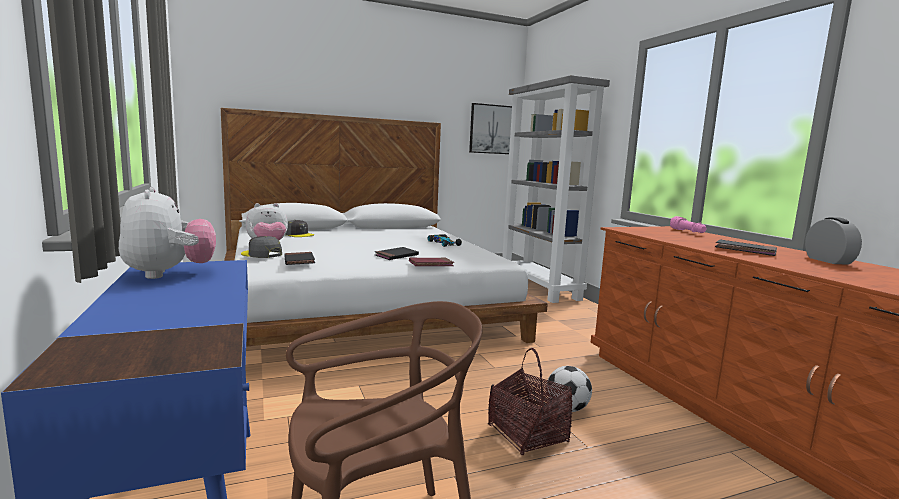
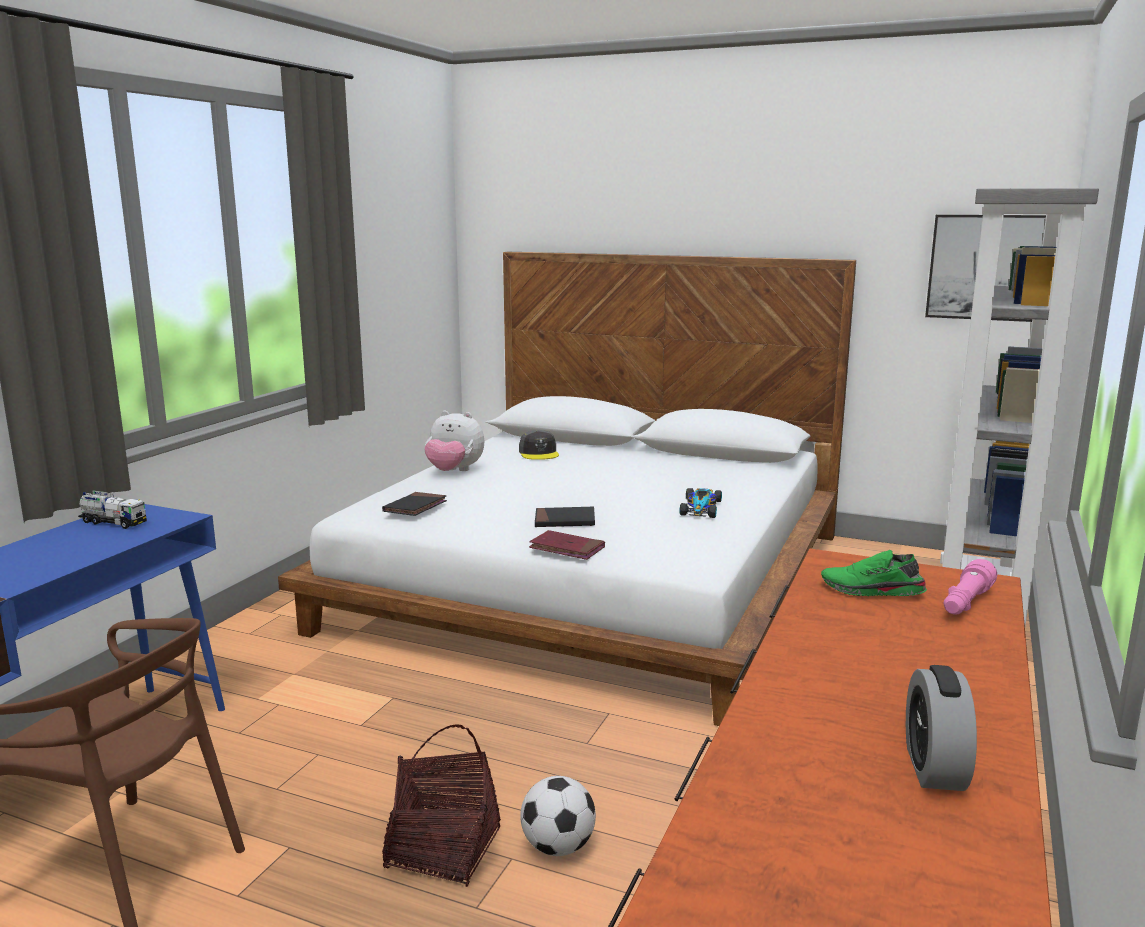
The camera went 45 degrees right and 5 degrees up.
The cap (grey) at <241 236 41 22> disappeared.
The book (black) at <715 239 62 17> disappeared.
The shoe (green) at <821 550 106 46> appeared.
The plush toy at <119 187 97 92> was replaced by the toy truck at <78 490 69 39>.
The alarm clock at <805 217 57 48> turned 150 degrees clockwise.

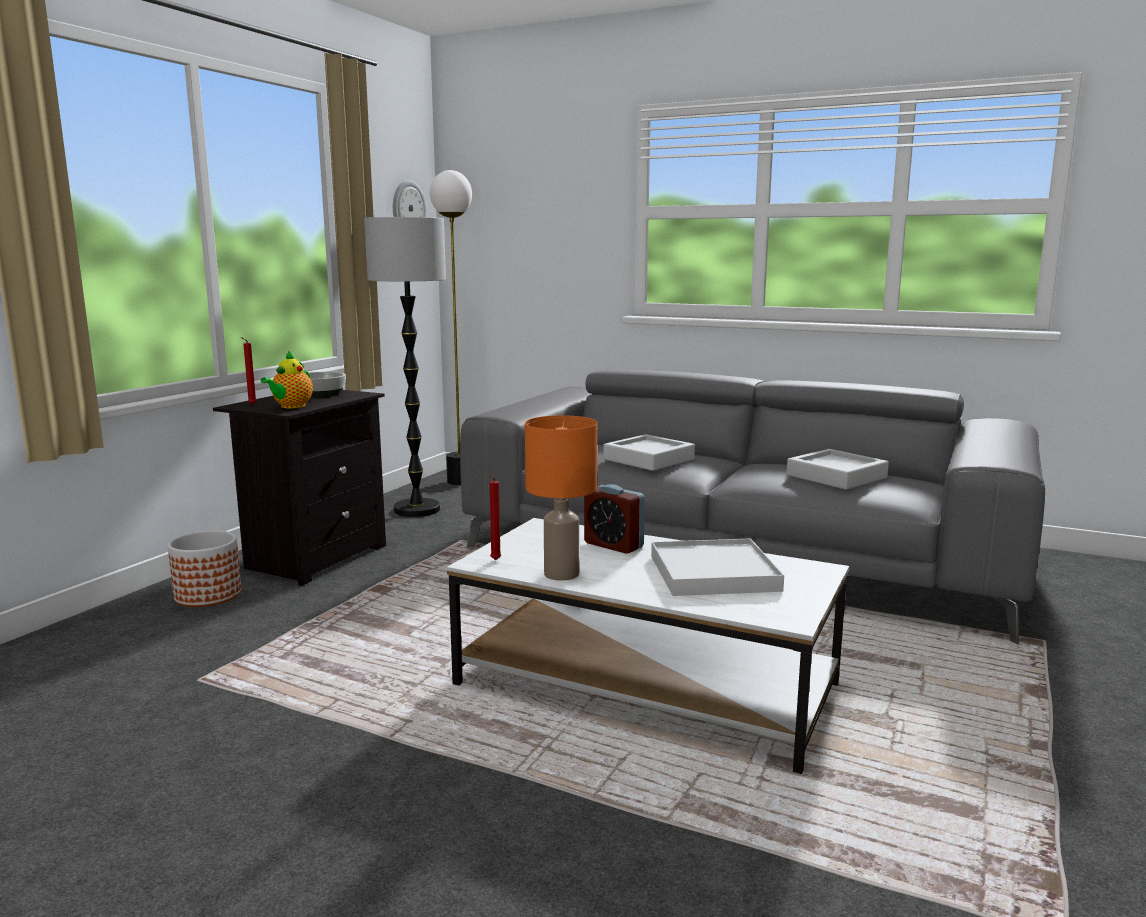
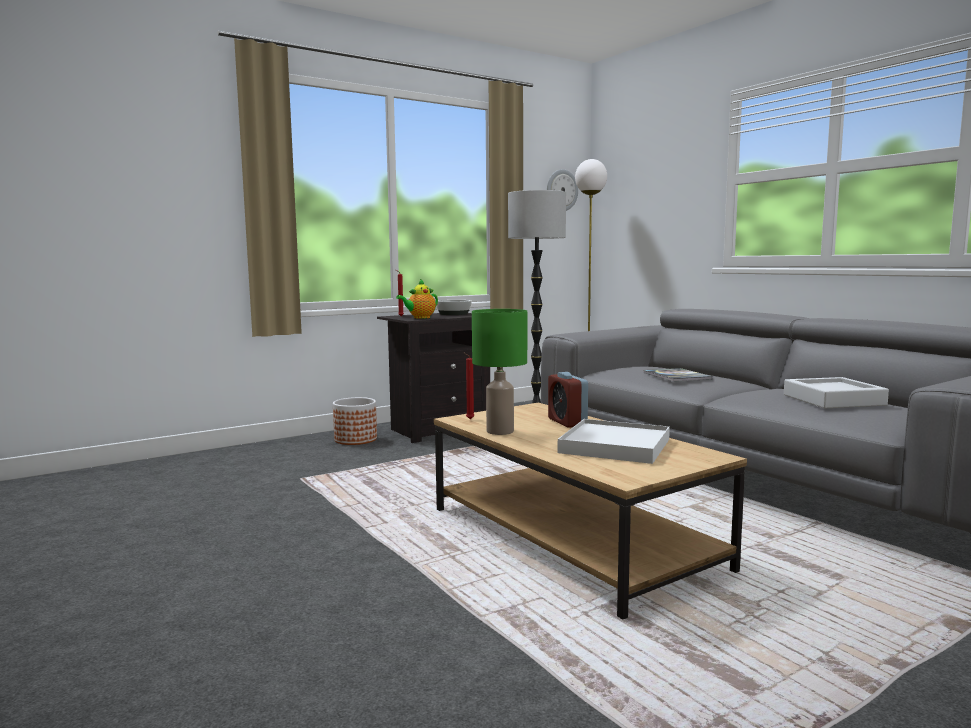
The camera went 30 degrees right and 5 degrees down.
The tray (grey) at <603 434 92 37> was replaced by the book at <644 368 69 14>.
The coffee table (white) at <447 518 402 256> became the coffee table (brown) at <434 403 313 217>.
The table lamp (orange) at <525 415 72 166> became the table lamp (green) at <472 309 55 126>.

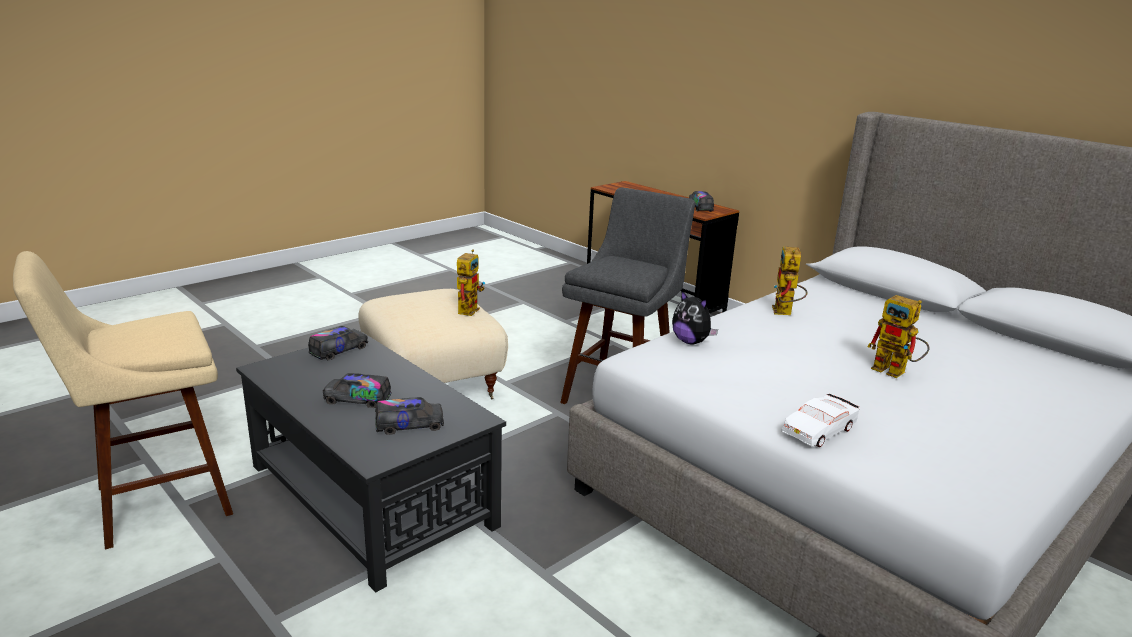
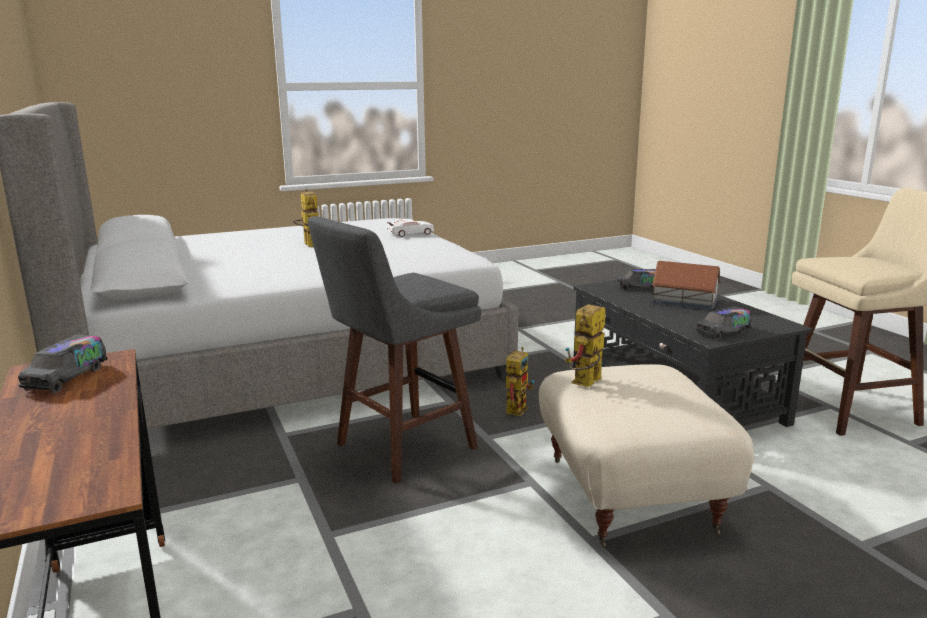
The camera went 160 degrees left and 5 degrees down.
The plush toy at <672 291 46 53> disappeared.
The toy robot moved from <772 246 36 69> to <506 347 28 69>.
The toy truck at <323 373 69 35> was replaced by the toy house at <652 261 69 49>.

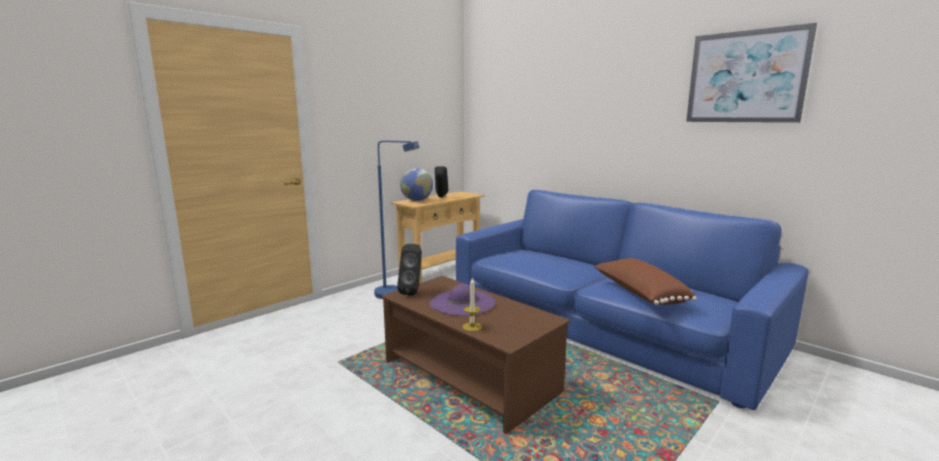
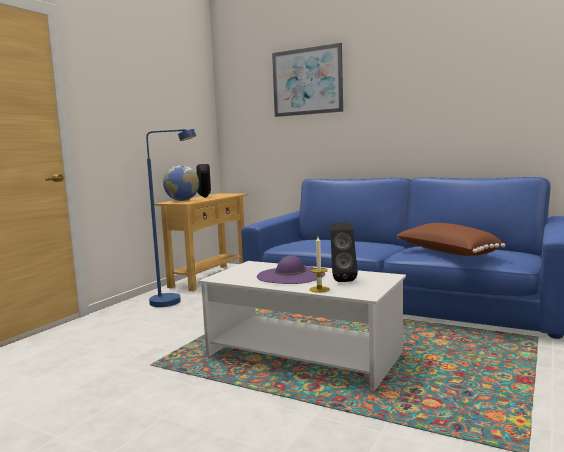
The camera went 15 degrees left and 5 degrees down.
The speaker (black) moved from <397 244 25 51> to <330 222 28 60>.
The picture moved from <686 23 131 100> to <272 43 71 74>.
The coffee table (brown) at <381 276 190 158> became the coffee table (white) at <199 261 207 130>.

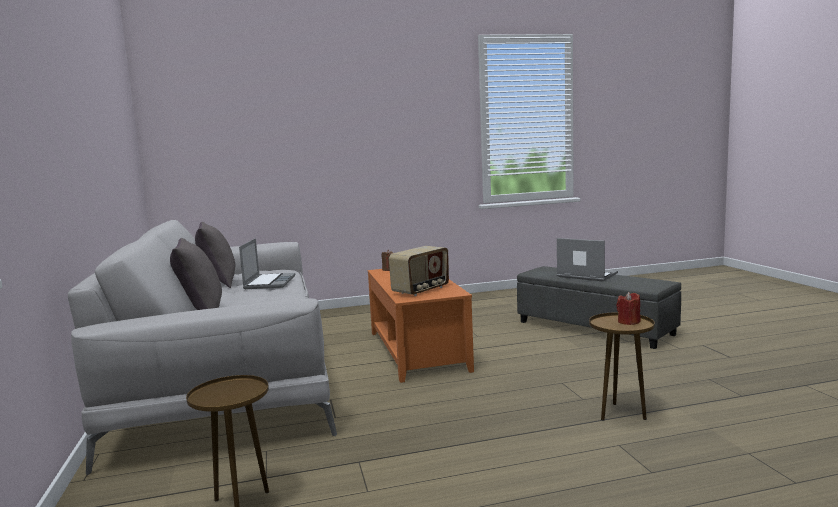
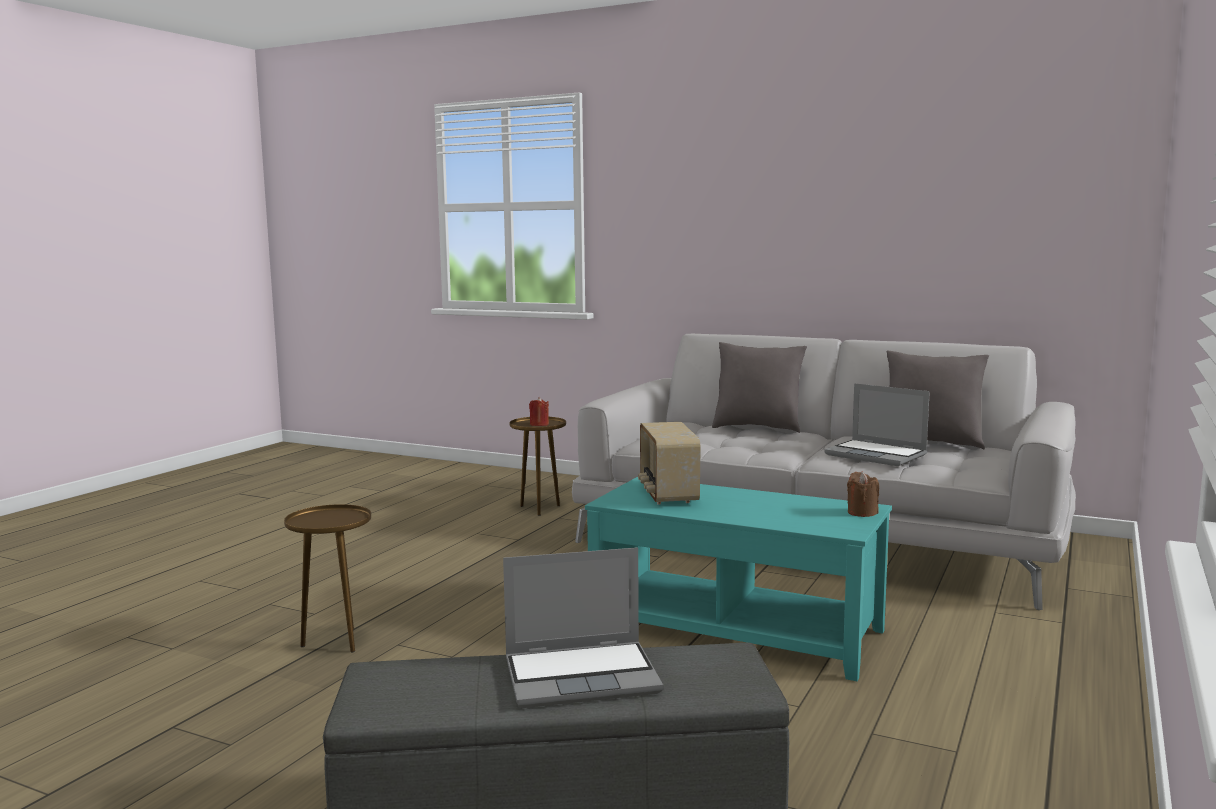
The camera went 130 degrees right and 0 degrees up.
The candle (red) moved from <616 292 25 33> to <529 397 20 29>.
The coffee table (orange) at <368 269 106 114> became the coffee table (turquoise) at <585 477 307 204>.

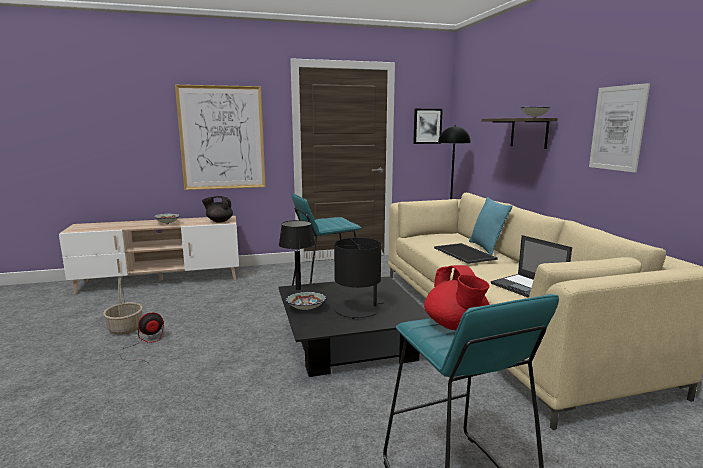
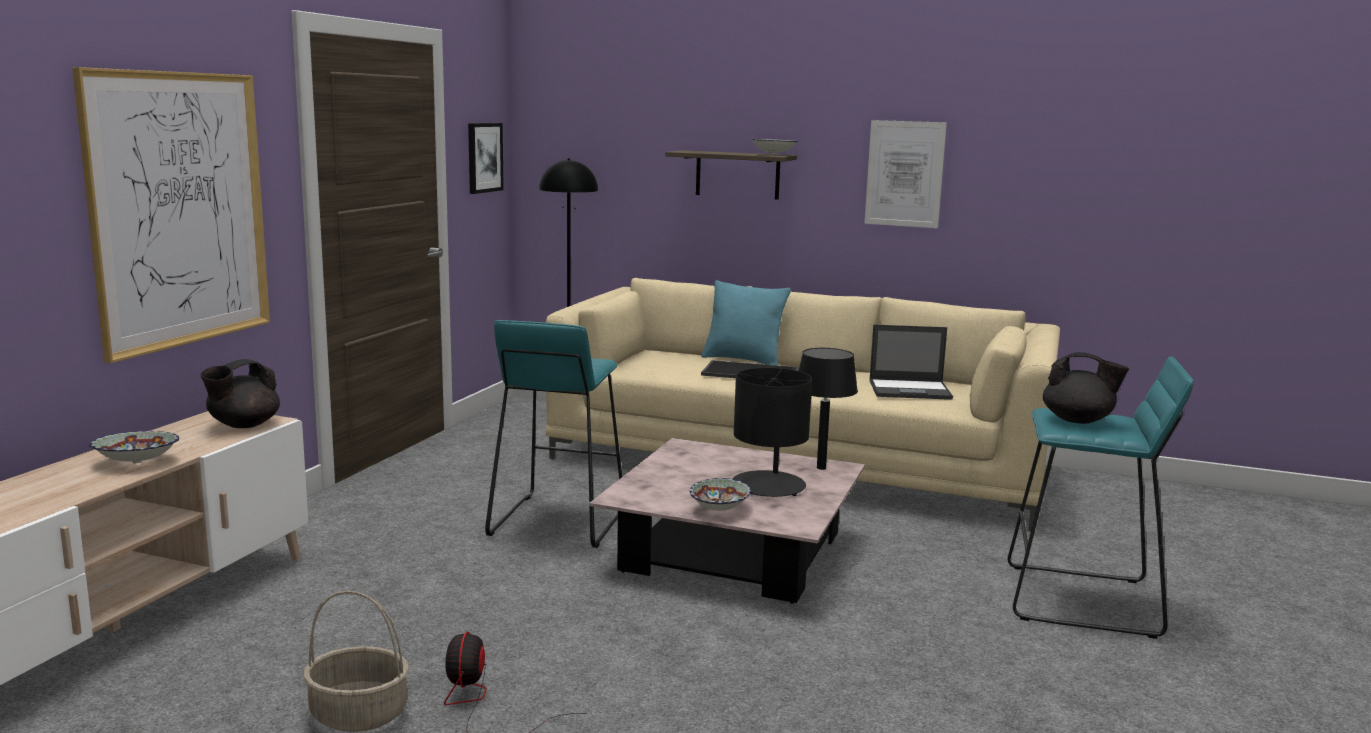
The camera went 55 degrees left and 0 degrees up.
The table lamp (black) moved from <279 220 36 70> to <799 348 59 122>.
The coffee table (black) at <278 276 153 101> became the coffee table (pink) at <589 438 276 166>.
The teapot (red) at <424 265 66 65> became the teapot (black) at <1043 352 86 72>.

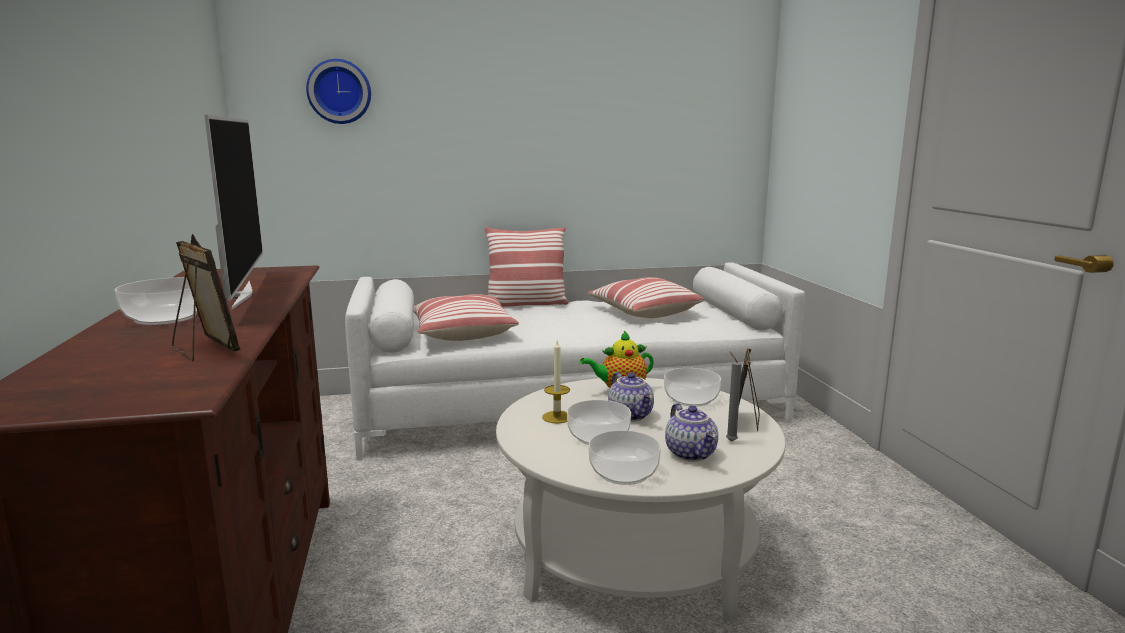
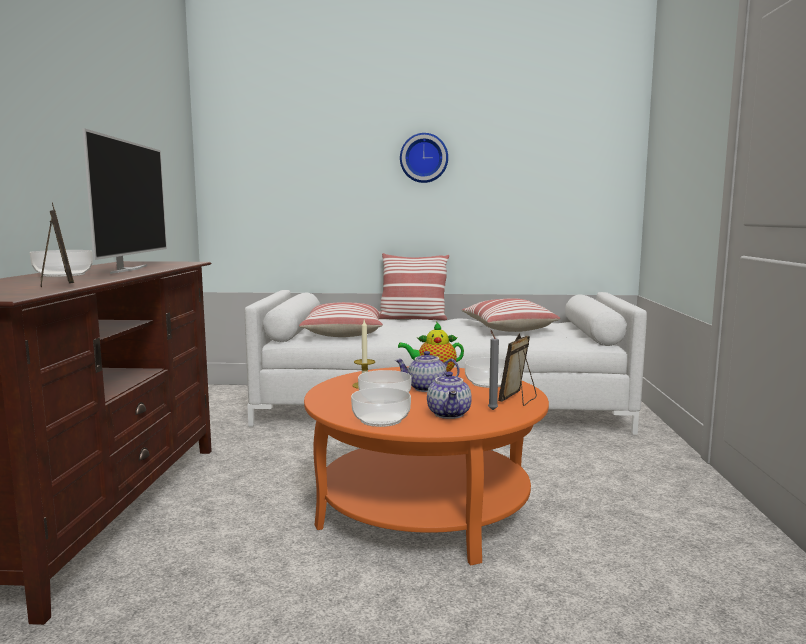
The camera went 15 degrees right and 5 degrees down.
The wall clock moved from <306 59 65 65> to <400 133 48 50>.
The coffee table (white) at <496 378 290 244> became the coffee table (orange) at <304 366 245 199>.
The teapot at <608 372 46 49> turned 105 degrees clockwise.

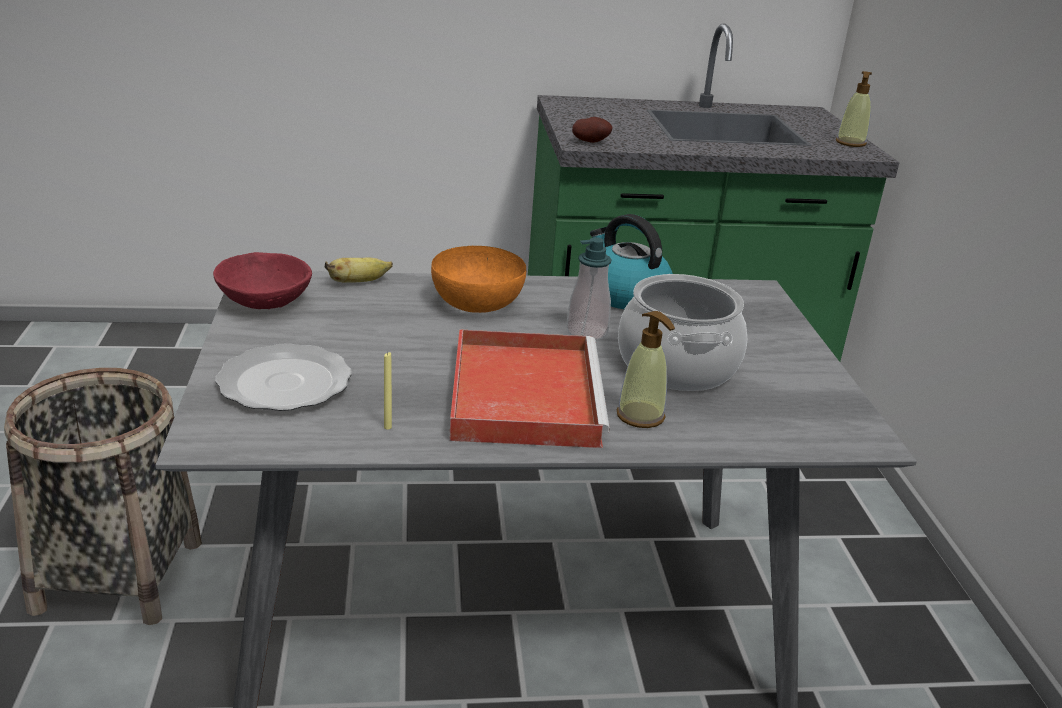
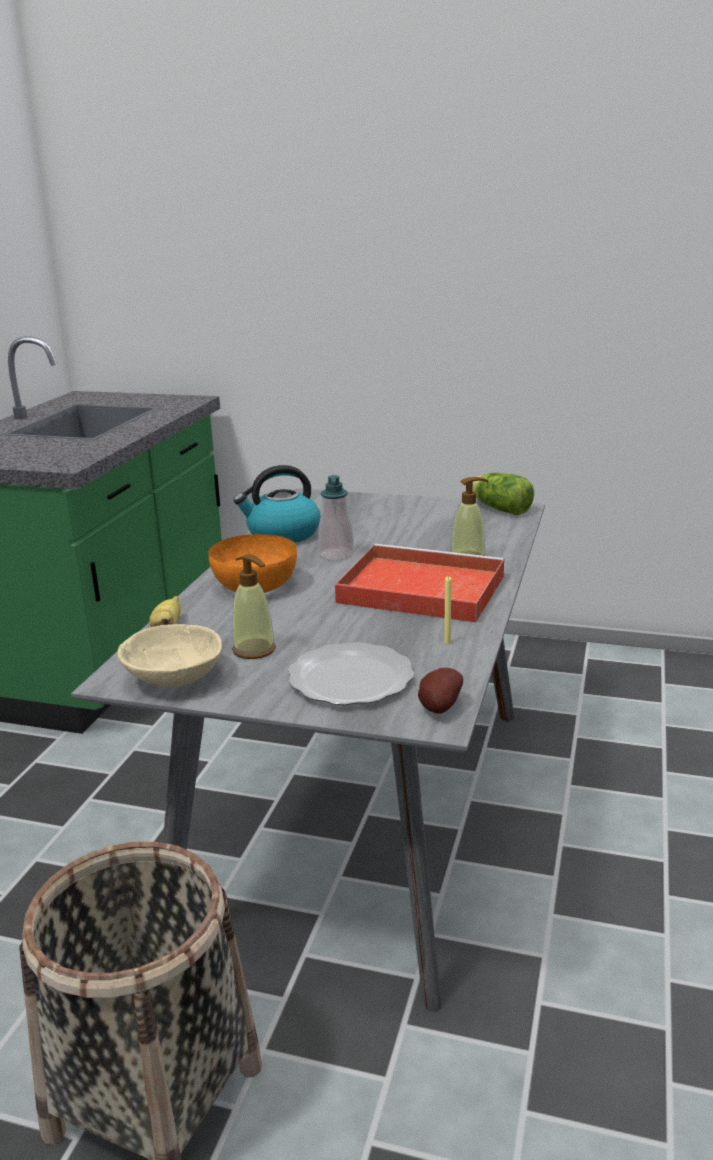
The camera went 65 degrees left and 5 degrees down.
The cooking pot at <618 274 129 117> disappeared.
The lettuce at <473 473 61 42> appeared.
The potato moved from <572 117 41 26> to <418 668 45 46>.
The soap dispenser moved from <836 71 36 76> to <232 554 44 105>.
The bowl (red) at <213 252 99 57> became the bowl (beige) at <118 624 104 64>.

